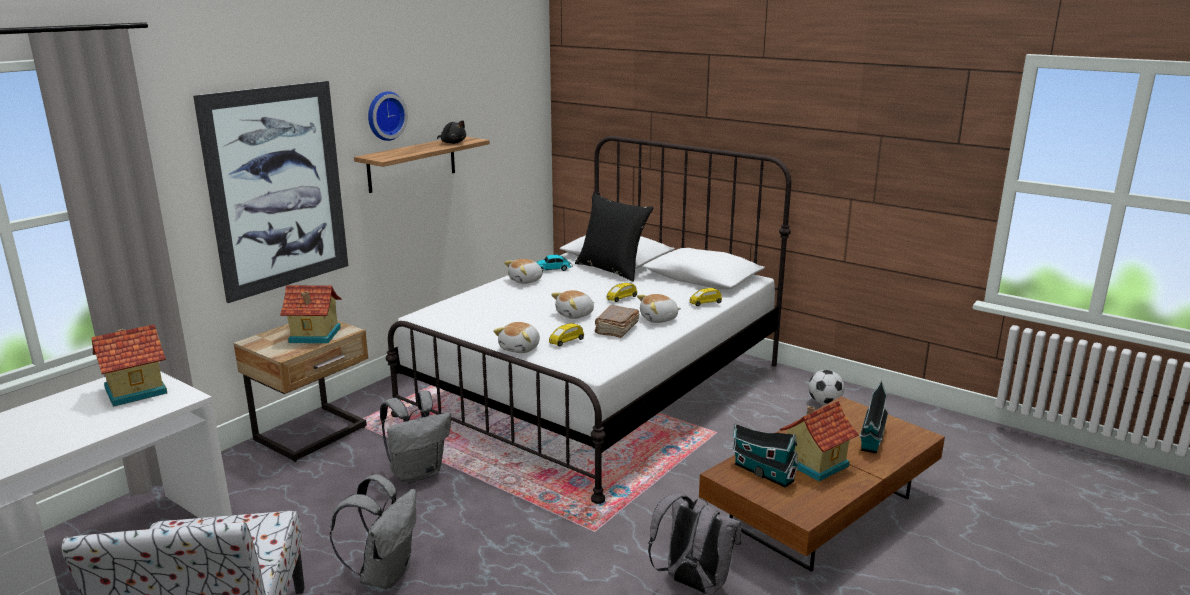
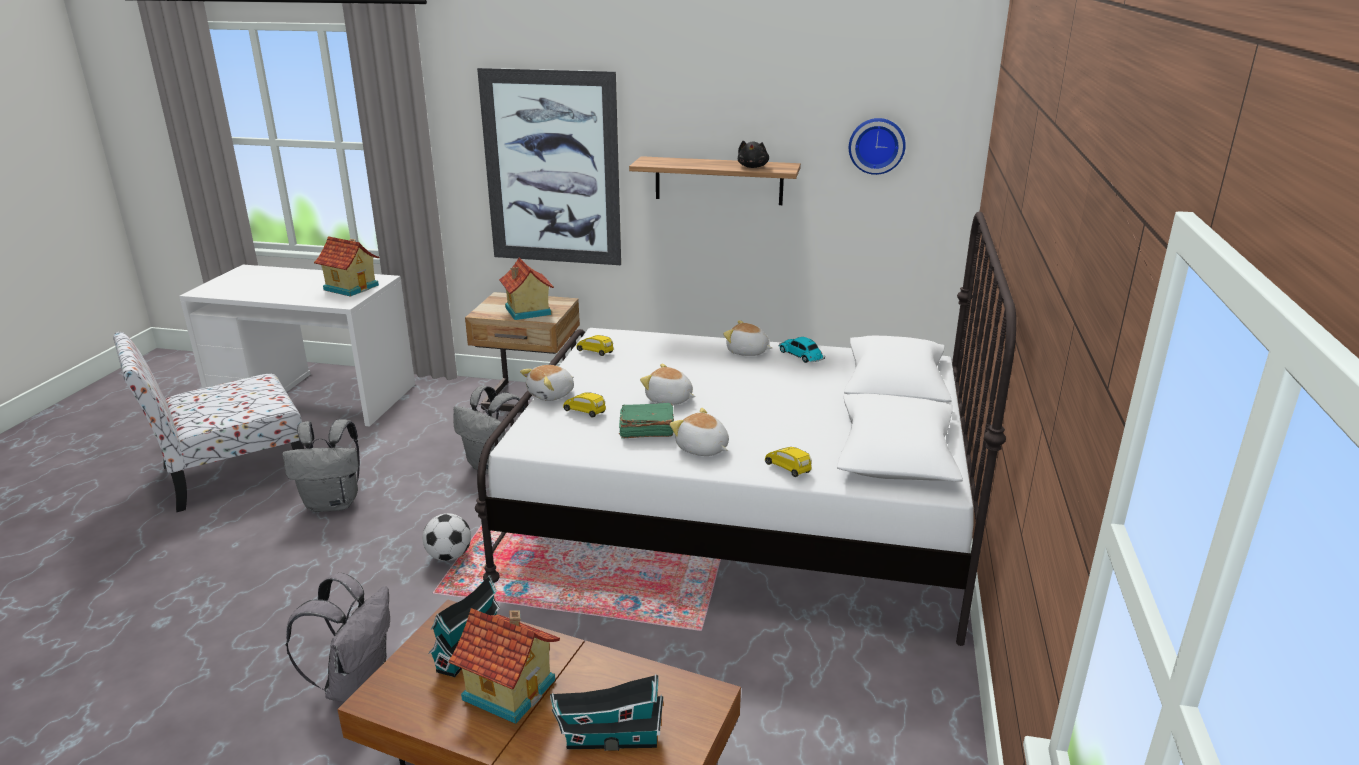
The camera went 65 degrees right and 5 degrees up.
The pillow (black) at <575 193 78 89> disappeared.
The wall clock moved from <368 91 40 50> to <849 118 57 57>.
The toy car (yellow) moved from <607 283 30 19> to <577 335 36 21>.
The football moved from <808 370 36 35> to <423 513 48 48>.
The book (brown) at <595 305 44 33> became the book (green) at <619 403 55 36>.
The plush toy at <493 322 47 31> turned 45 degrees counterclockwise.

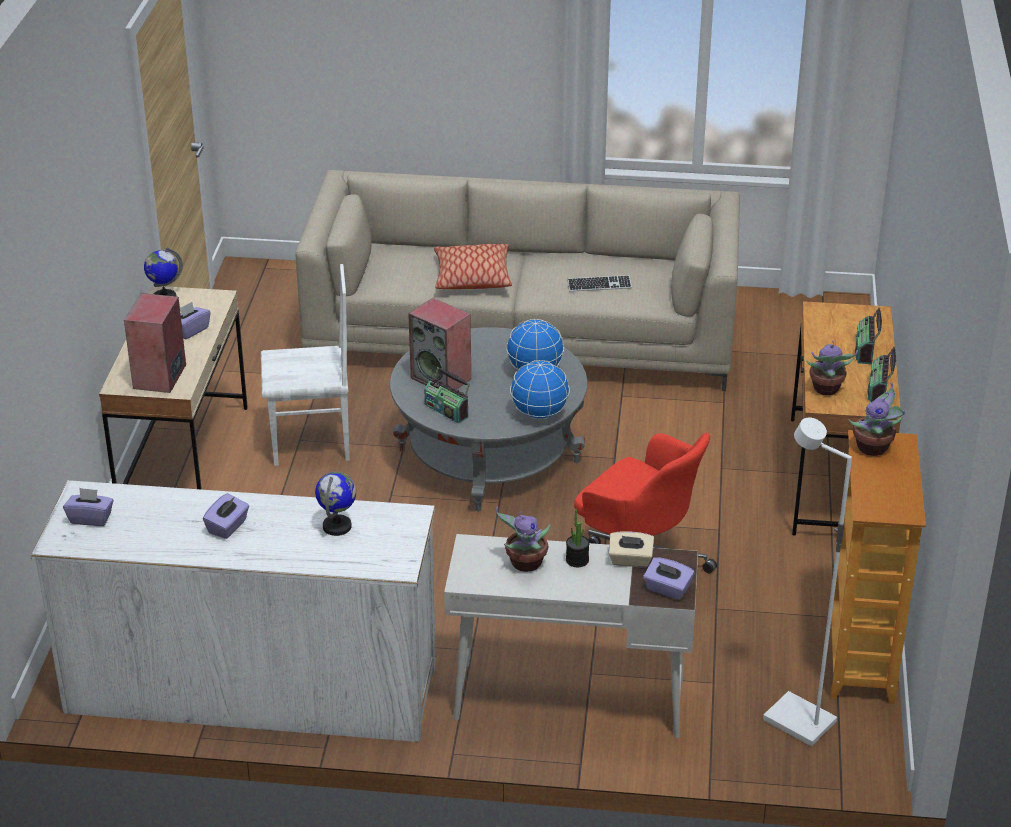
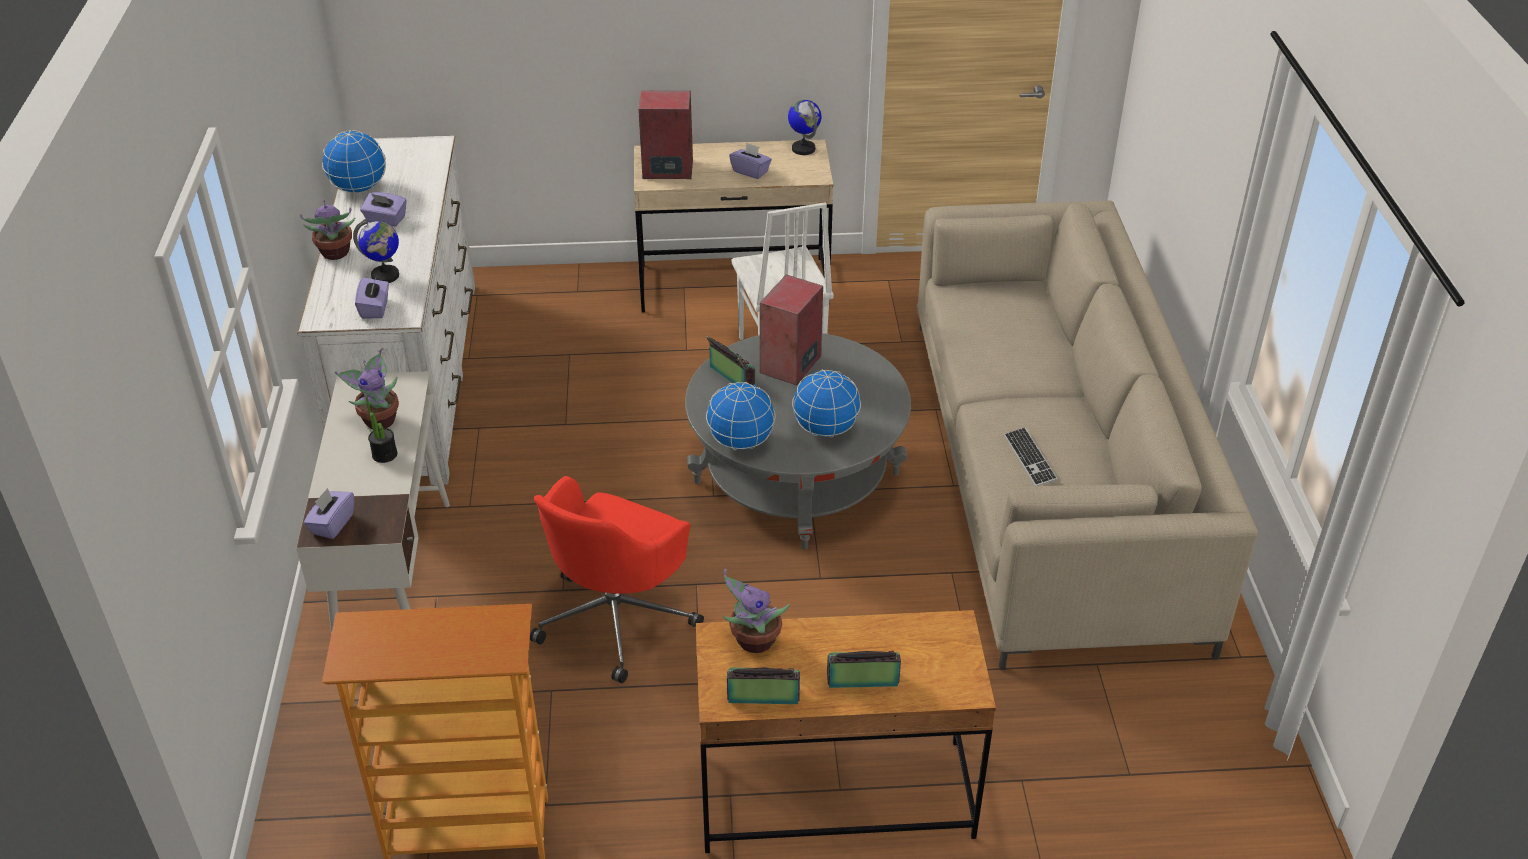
The camera went 80 degrees right and 5 degrees up.
The pillow at <434 244 78 45> disappeared.
The tissue box (beige) at <609 531 45 36> disappeared.
The floor lamp (white) at <763 417 89 329> disappeared.
The globe at <322 130 64 63> appeared.
The tissue box (purple) moved from <63 488 51 38> to <355 278 34 41>.
The potted plant moved from <849 382 56 74> to <300 200 55 60>.
The radio at <424 367 46 57> turned 105 degrees clockwise.

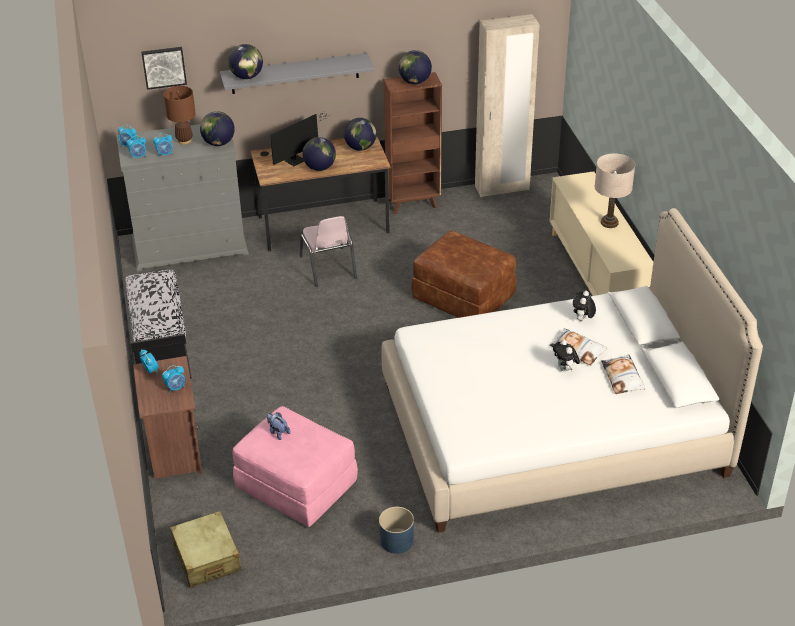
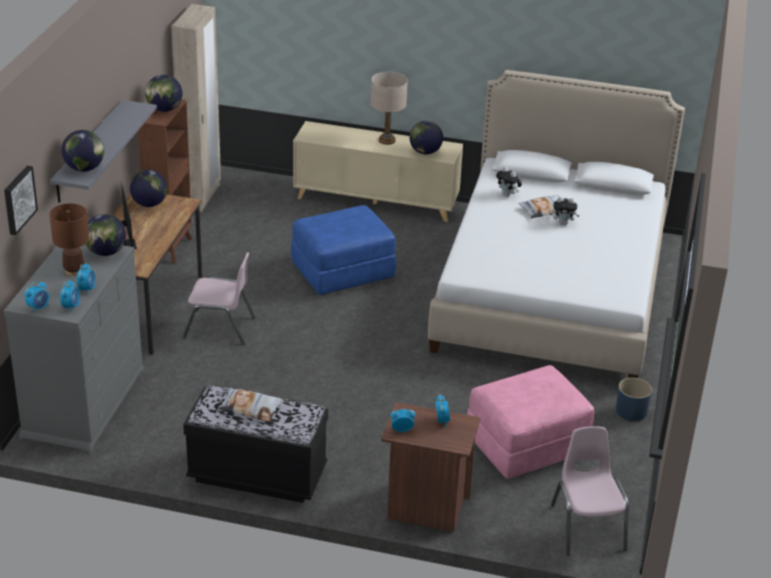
The camera went 65 degrees left and 5 degrees down.
The plush toy at <267 412 23 28> disappeared.
The globe moved from <303 137 33 34> to <410 121 33 34>.
The pillow moved from <601 354 44 40> to <219 388 64 34>.
The suitcase (beige) at <170 511 72 77> was replaced by the chair (pink) at <551 426 78 129>.
The ottoman (brown) at <411 230 106 88> became the ottoman (blue) at <291 205 105 90>.

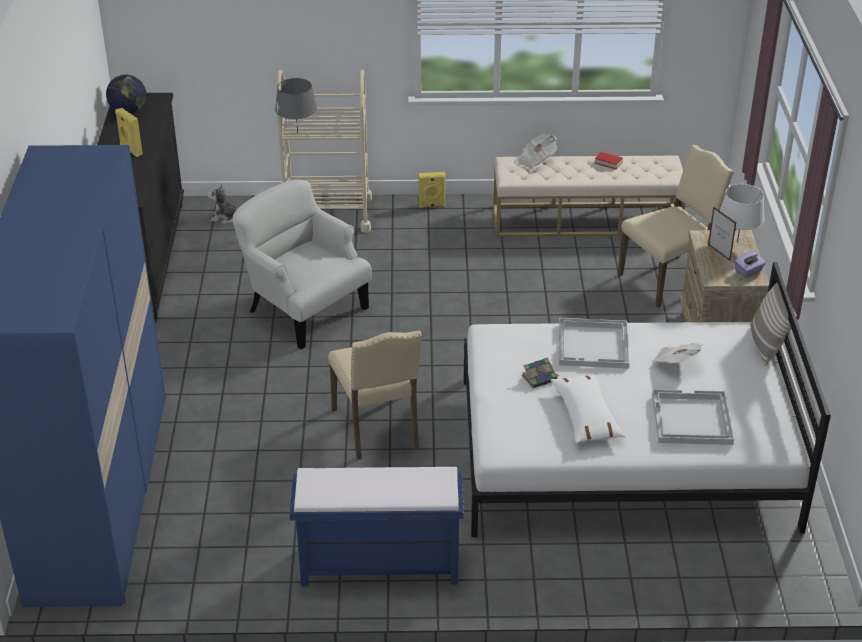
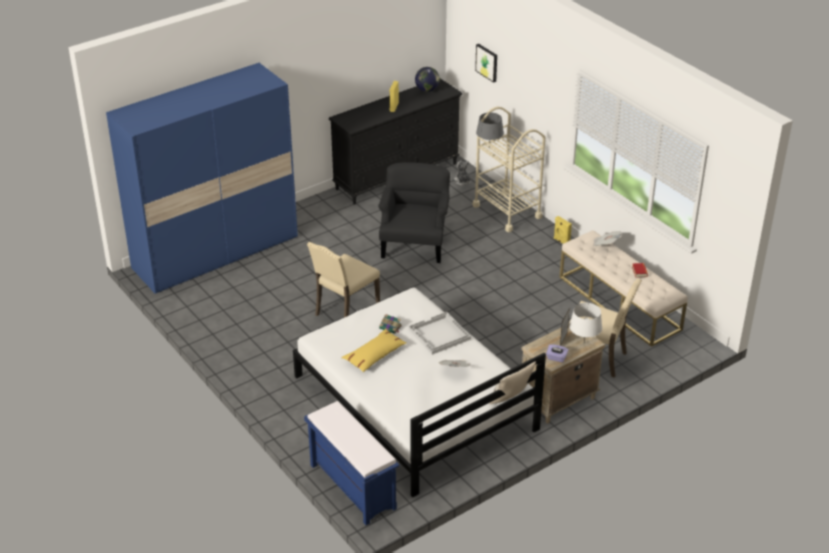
The camera went 55 degrees right and 0 degrees up.
The tray (white) at <652 389 82 56> disappeared.
The picture at <475 44 22 39> appeared.
The bench (blue) moved from <290 467 174 119> to <304 401 95 124>.
The armchair (white) at <233 180 139 170> became the armchair (black) at <378 162 72 101>.
The pillow (white) at <550 375 75 69> became the pillow (yellow) at <341 329 66 43>.

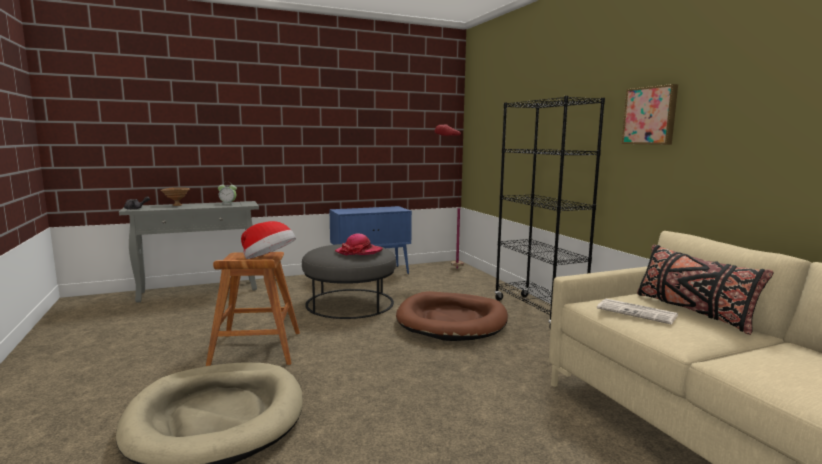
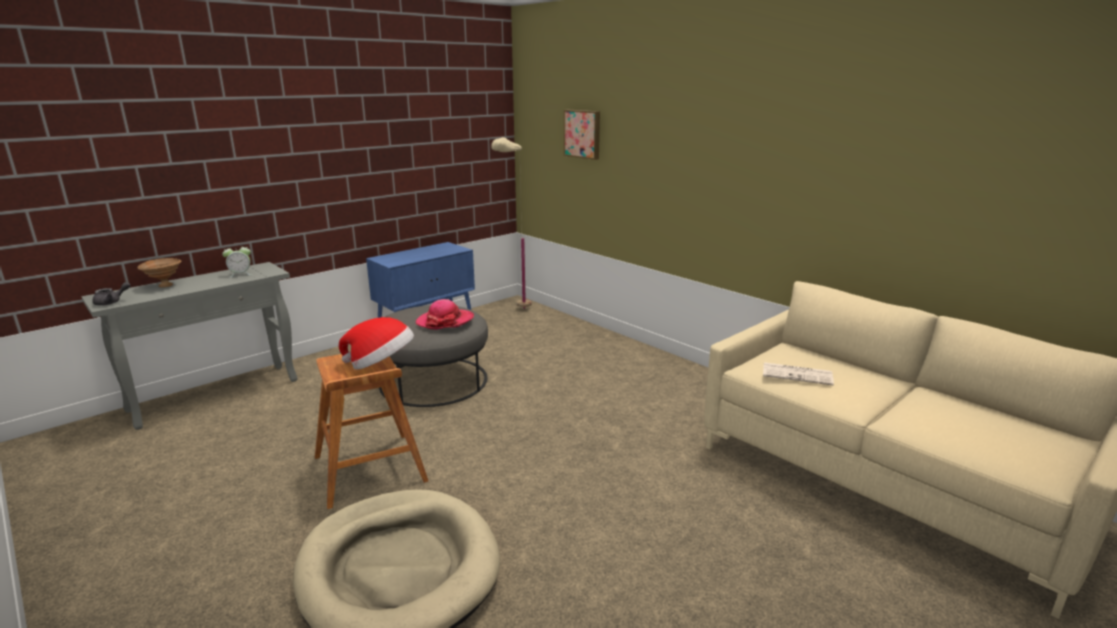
The camera went 20 degrees left and 10 degrees up.
The dog bed (brown) at <396 291 112 50> disappeared.
The bookcase (black) at <495 96 110 232> disappeared.
The pillow (black) at <637 245 137 90> disappeared.
The picture moved from <622 84 56 61> to <564 110 36 50>.
The floor lamp (red) at <435 124 29 145> became the floor lamp (beige) at <491 137 41 172>.

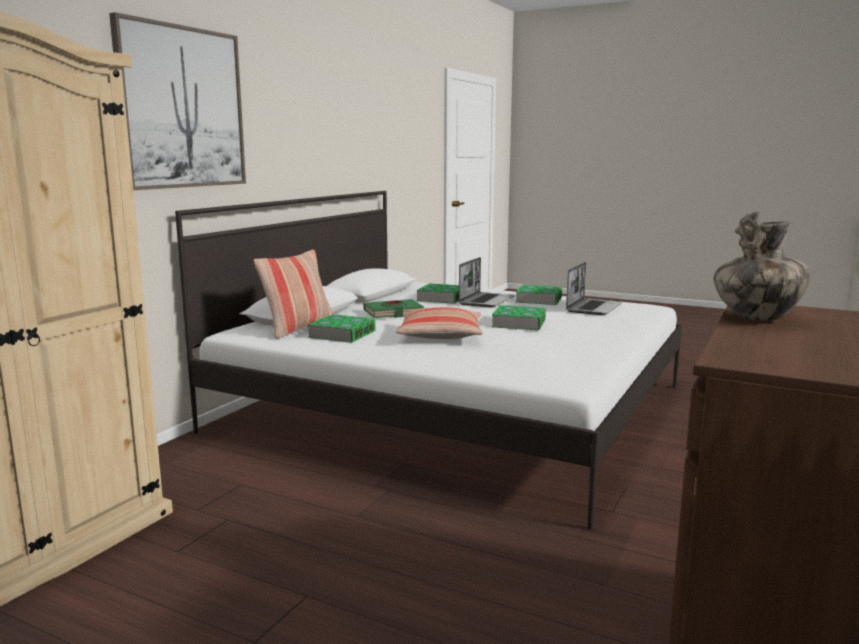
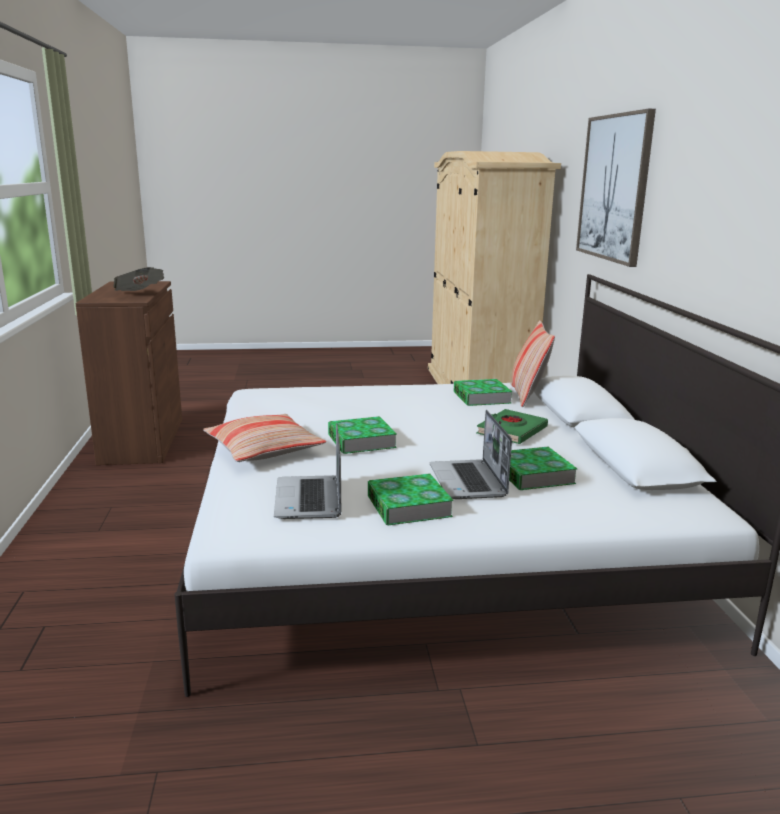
The camera went 145 degrees right and 5 degrees up.
The pillow moved from <396 307 87 32> to <203 414 123 48>.
The vase at <714 212 96 109> was replaced by the newspaper at <113 267 51 24>.

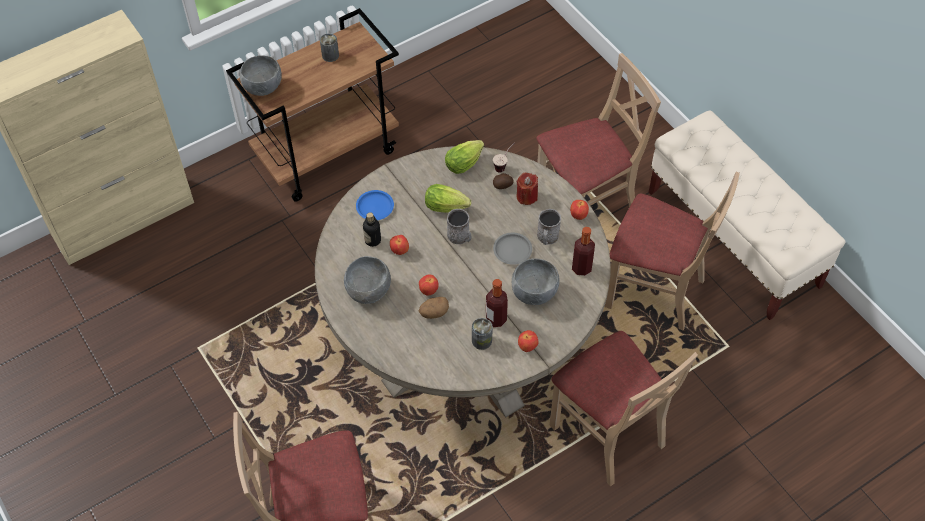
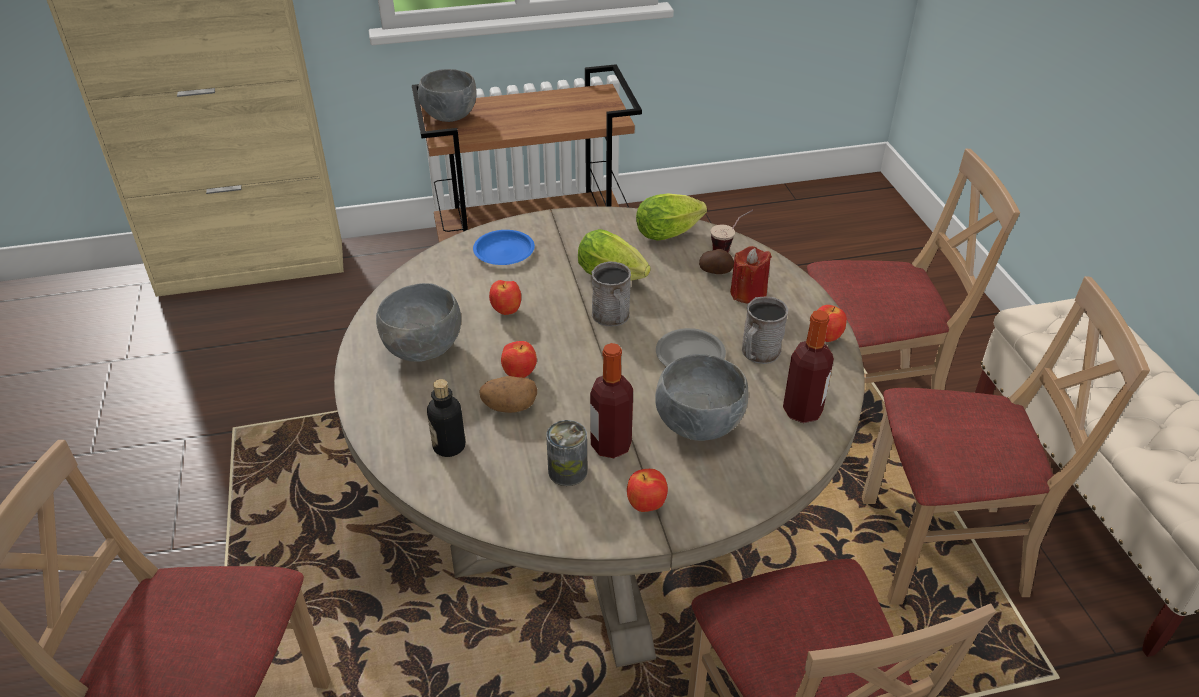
The camera went 20 degrees right and 15 degrees down.
The can at <320 33 19 29> disappeared.
The bottle moved from <363 212 18 35> to <427 379 38 78>.
The chair (beige) at <604 172 136 158> turned 45 degrees counterclockwise.

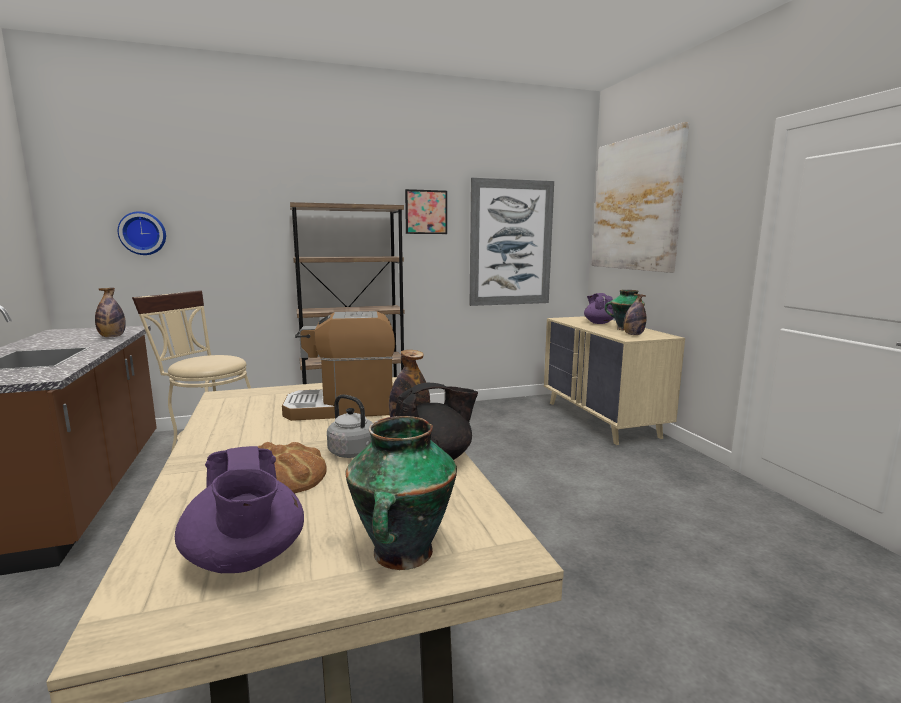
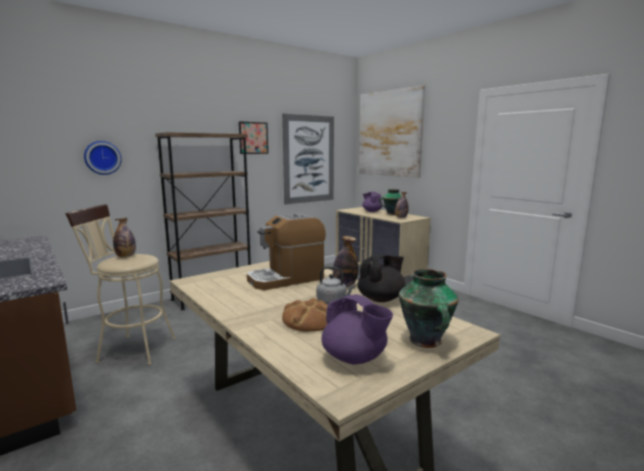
The camera went 20 degrees left and 0 degrees up.
The bottle moved from <95 288 31 49> to <113 218 23 39>.
The wall clock moved from <118 211 48 44> to <84 141 38 34>.

